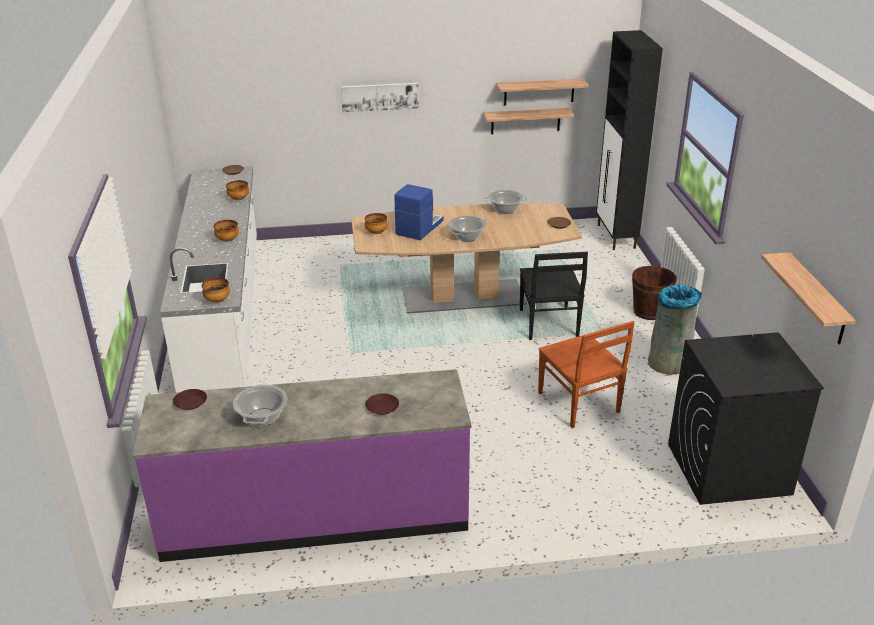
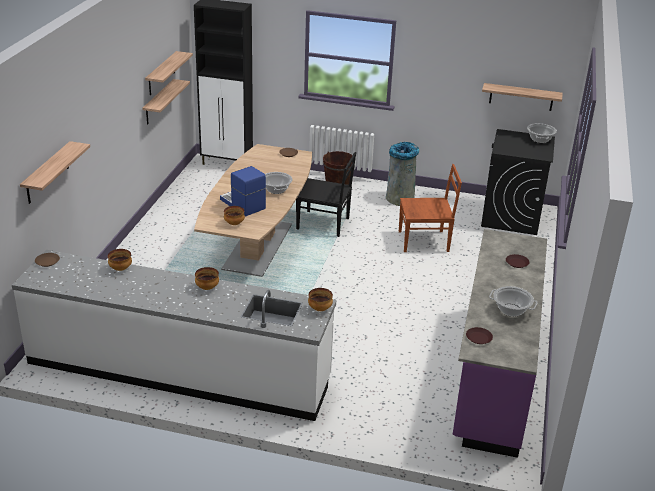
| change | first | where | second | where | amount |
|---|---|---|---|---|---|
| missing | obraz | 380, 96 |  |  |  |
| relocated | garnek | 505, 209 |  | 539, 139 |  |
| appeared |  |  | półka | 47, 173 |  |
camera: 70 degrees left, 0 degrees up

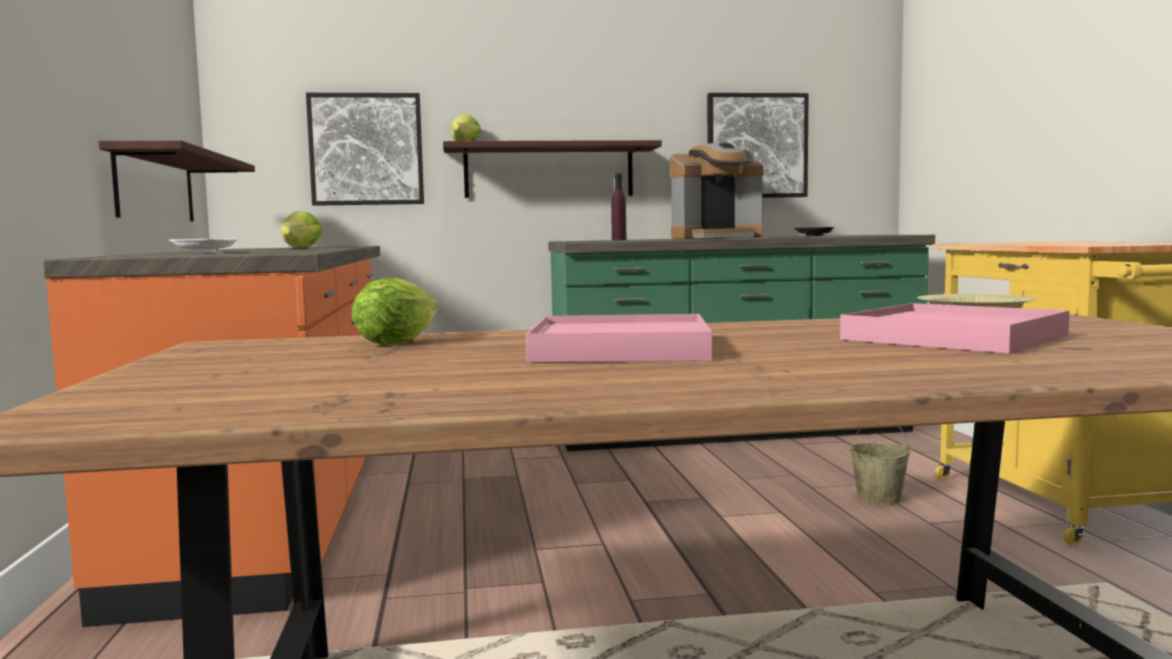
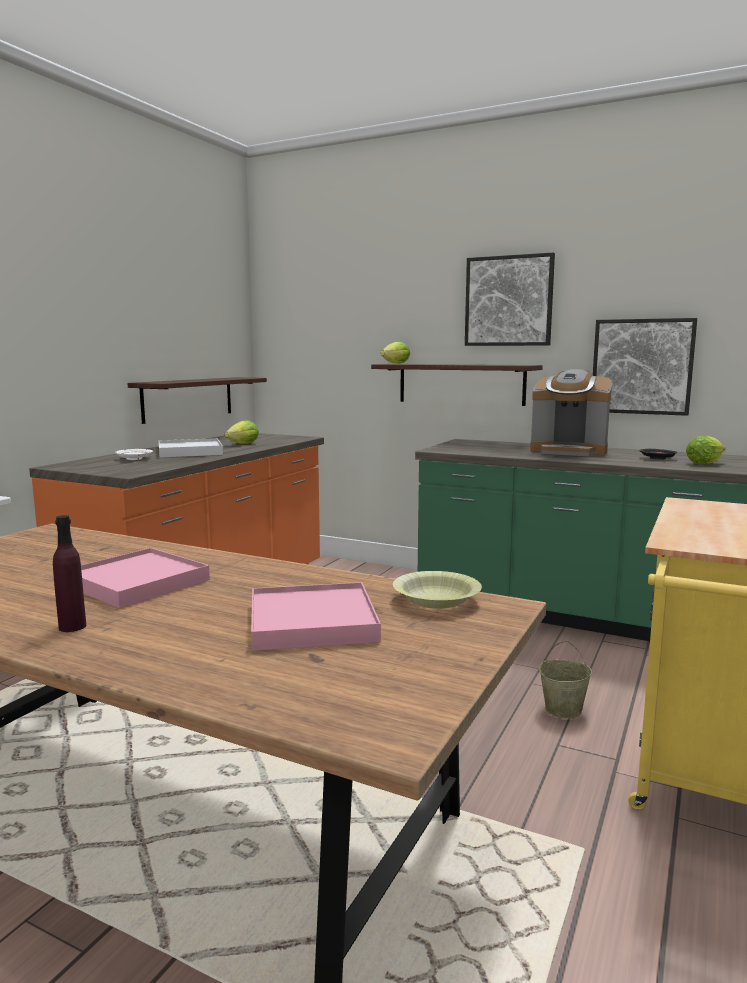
| change | first | where | second | where | amount |
|---|---|---|---|---|---|
| relocated | obraz | 366, 149 |  | 509, 301 |  |
| relocated | sałata | 401, 342 |  | 706, 463 |  |
| relocated | butelka (fioletowy) | 619, 240 |  | 72, 627 |  |
| appeared |  |  | taca (biały) | 190, 452 |  |
camera: 35 degrees right, 5 degrees up

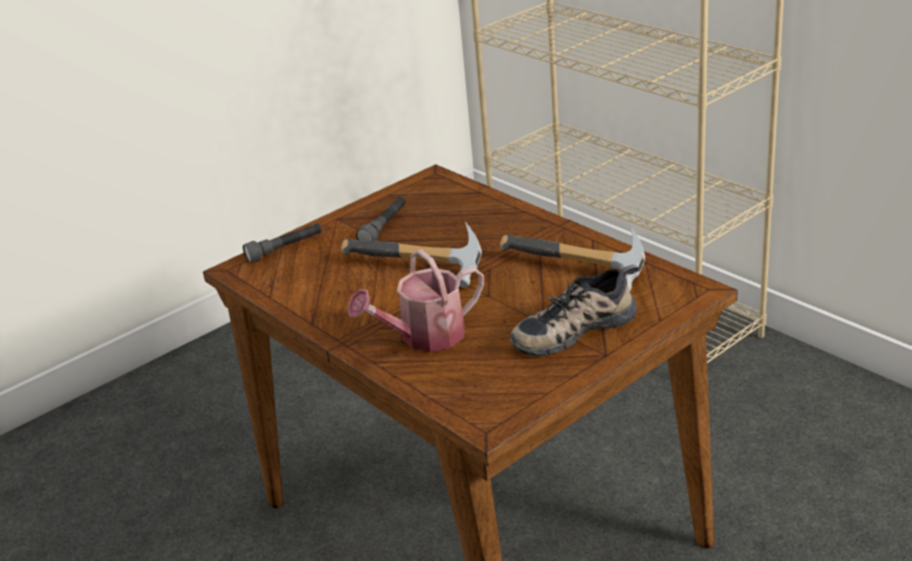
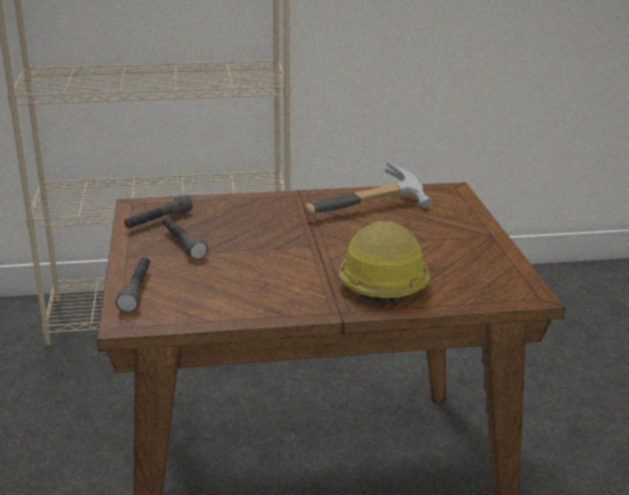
| change | first | where | second | where | amount |
|---|---|---|---|---|---|
| missing | młotek | 415, 269 |  |  |  |
| exchanged | konewka | 424, 337 | kask | 382, 280 |  |
| missing | but | 574, 328 |  |  |  |
| appeared |  |  | latarka (szary) | 158, 221 |  |
camera: 60 degrees left, 5 degrees down

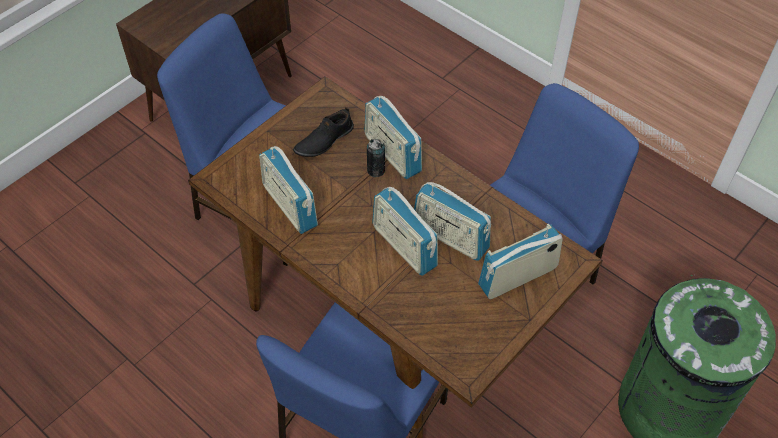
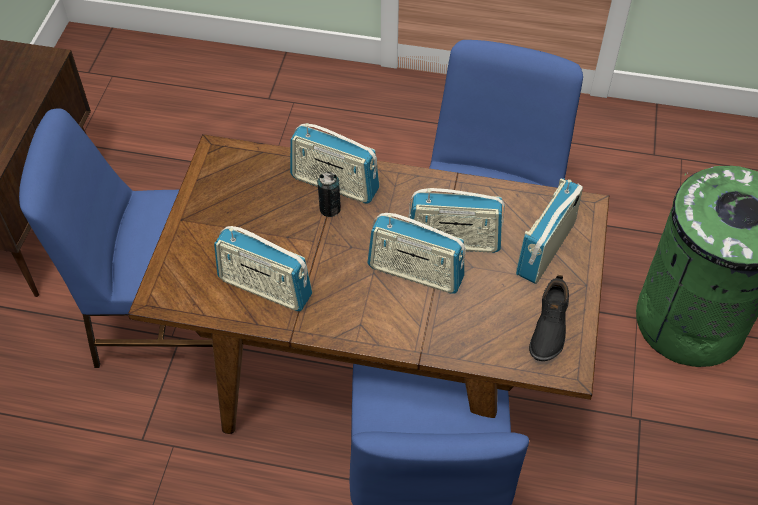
| change | first | where | second | where | amount |
|---|---|---|---|---|---|
| relocated | but (czarny) | 324, 140 |  | 548, 327 |  |
camera: 30 degrees left, 0 degrees up

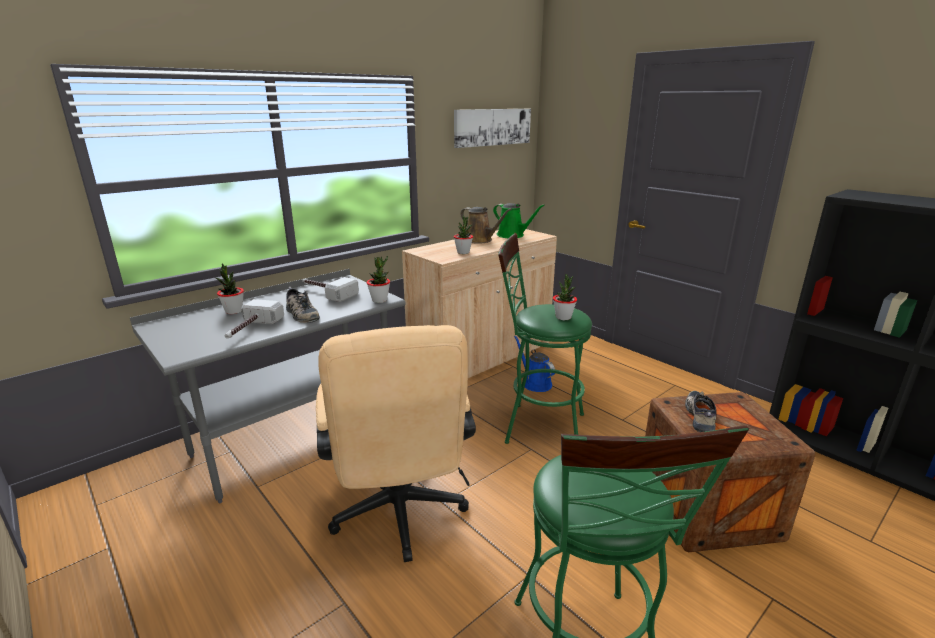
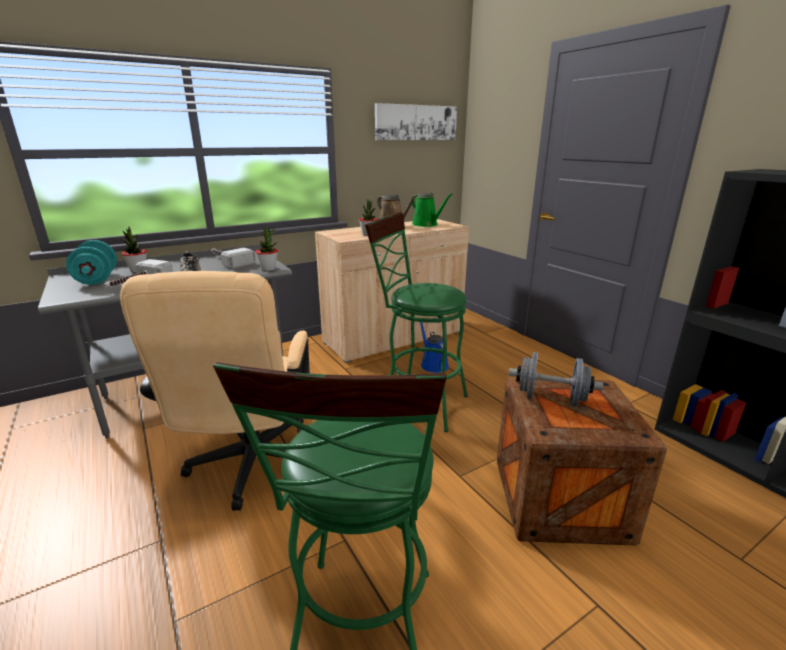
| change | first | where | second | where | amount |
|---|---|---|---|---|---|
| missing | roślina doniczkowa | 563, 317 |  |  |  |
| exchanged | but | 701, 416 | hantel (szary) | 550, 399 |  |
| appeared |  |  | hantel (turkusowy) | 97, 279 |  |
camera: 10 degrees right, 0 degrees up

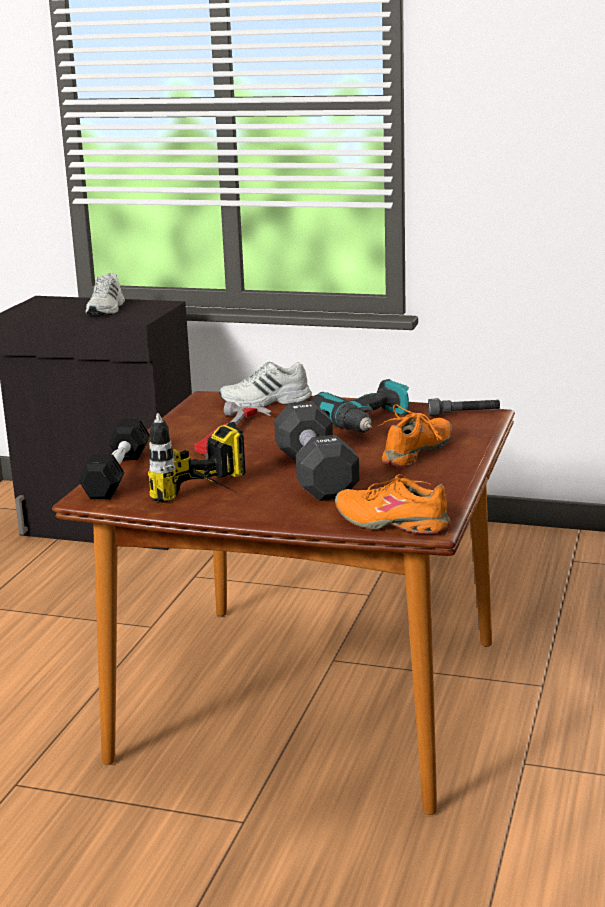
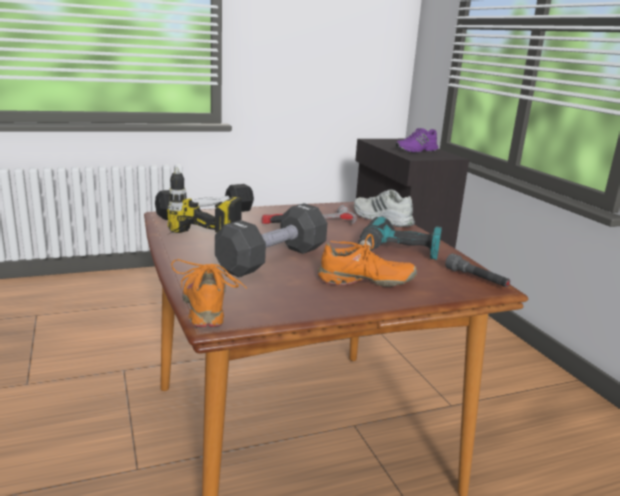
| change | first | where | second | where | amount |
|---|---|---|---|---|---|
| colour | but (biały) | 107, 309 | but (fioletowy) | 417, 150 |  |
camera: 50 degrees right, 0 degrees up

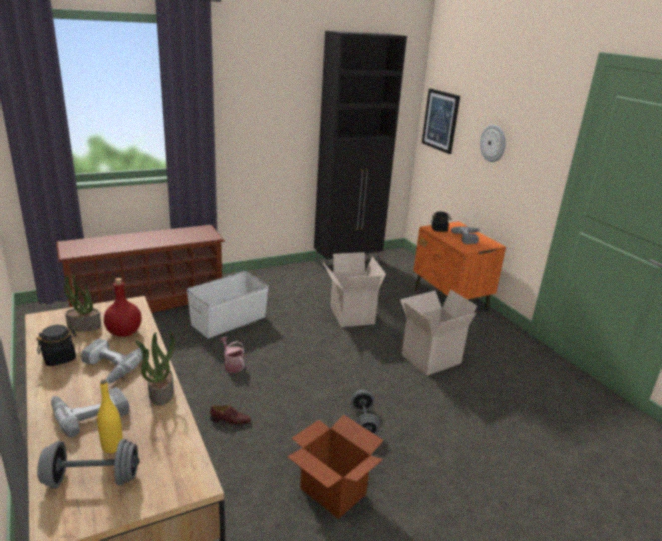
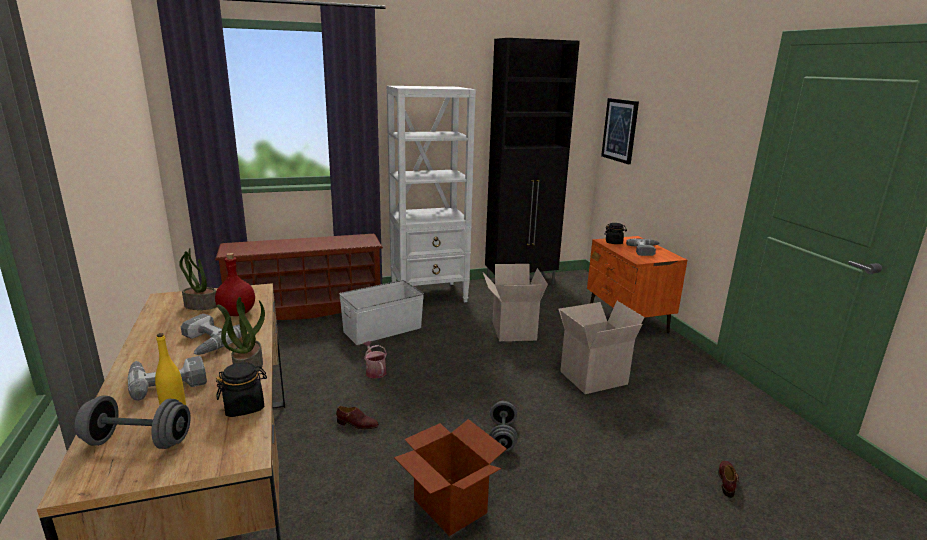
| change | first | where | second | where | amount |
|---|---|---|---|---|---|
| relocated | słoik (czarny) | 59, 358 |  | 244, 406 |  |
| missing | zegar ścienny | 493, 143 |  |  |  |
| appeared |  |  | regał (biały) | 429, 295 |  |
| appeared |  |  | but (brązowy) | 727, 481 |  |
camera: 10 degrees right, 5 degrees down

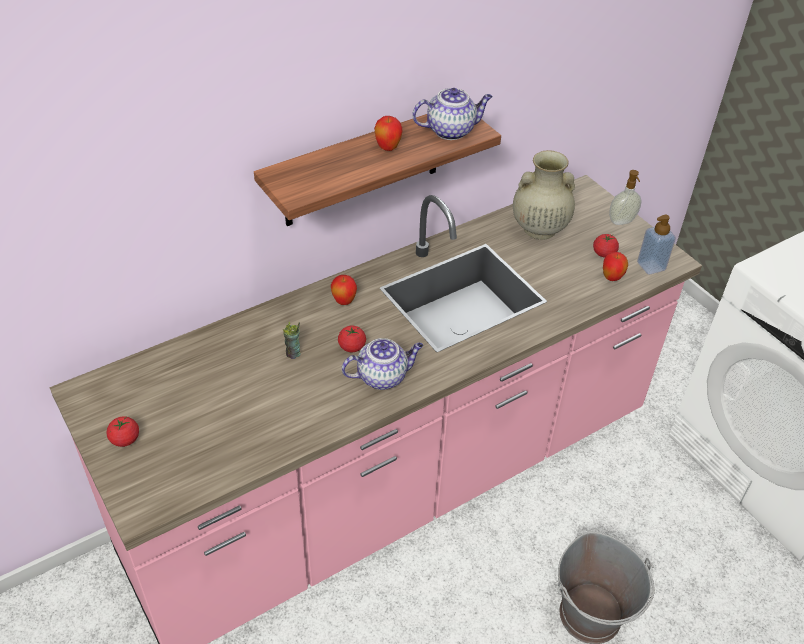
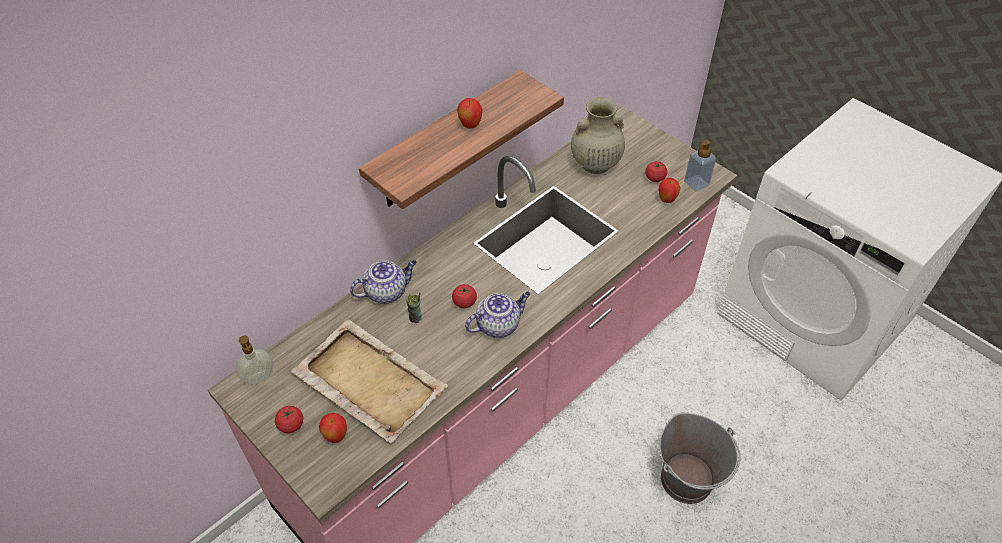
| change | first | where | second | where | amount |
|---|---|---|---|---|---|
| relocated | jabłko | 344, 301 |  | 336, 436 |  |
| relocated | imbryk | 451, 130 |  | 387, 292 |  |
| relocated | dozownik mydła | 622, 222 |  | 259, 378 |  |
| appeared |  |  | taca (beżowy) | 368, 381 |  |
camera: 10 degrees left, 5 degrees up

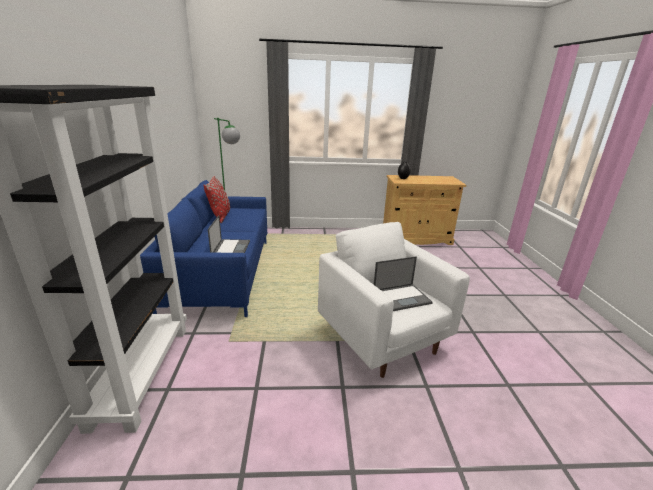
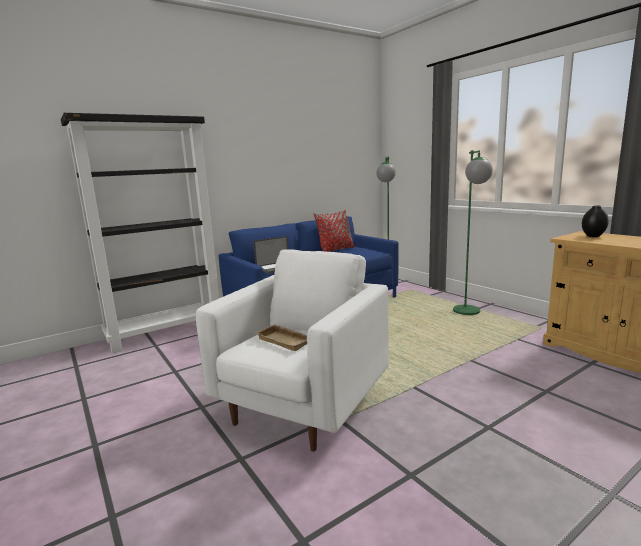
| change | first | where | second | where | amount |
|---|---|---|---|---|---|
| exchanged | laptop | 402, 297 | taca (beżowy) | 286, 340 |  |
| appeared |  |  | lampa stojąca (zielony) | 468, 314 |  |
camera: 60 degrees right, 10 degrees down

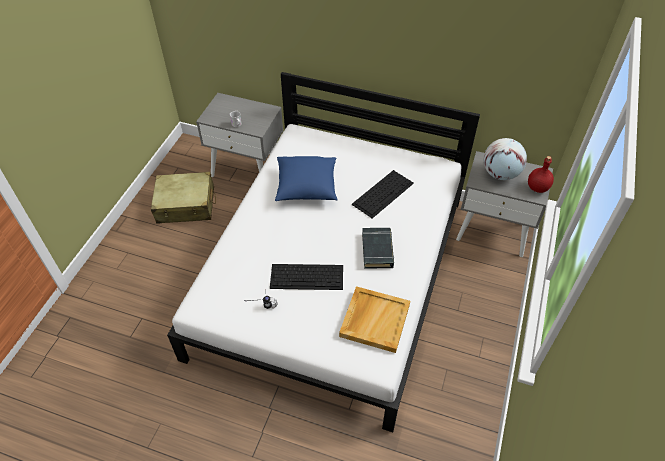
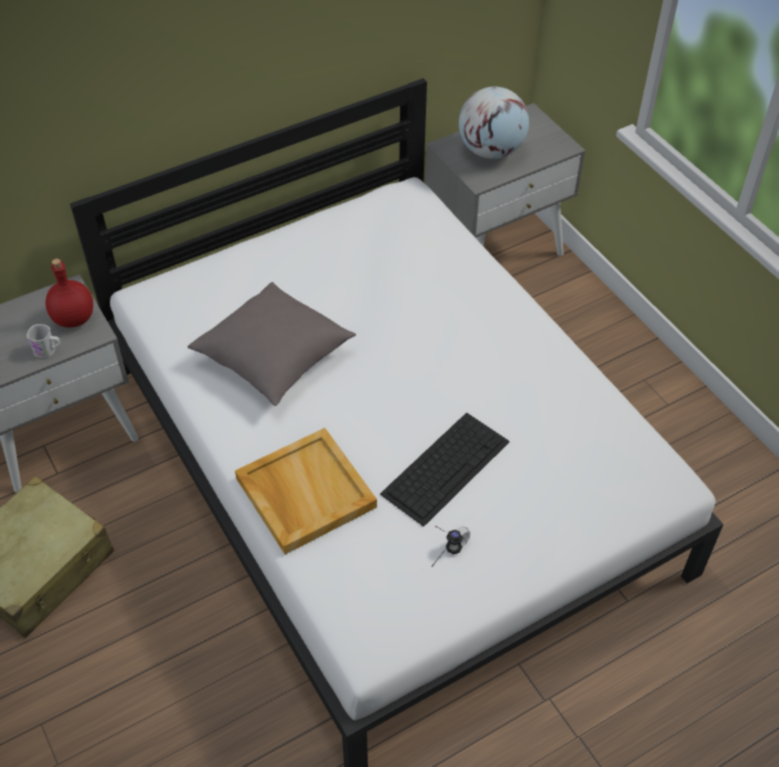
| change | first | where | second | where | amount |
|---|---|---|---|---|---|
| colour | poduszka (niebieski) | 306, 187 | poduszka (szary) | 274, 358 |  |
| relocated | taca (beżowy) | 374, 320 |  | 304, 492 |  |
| missing | klawiatura | 383, 193 |  |  |  |
| missing | książka (czarny) | 377, 250 |  |  |  |
| relocated | butelka (czerwony) | 537, 187 |  | 73, 318 |  |
camera: 50 degrees left, 0 degrees up

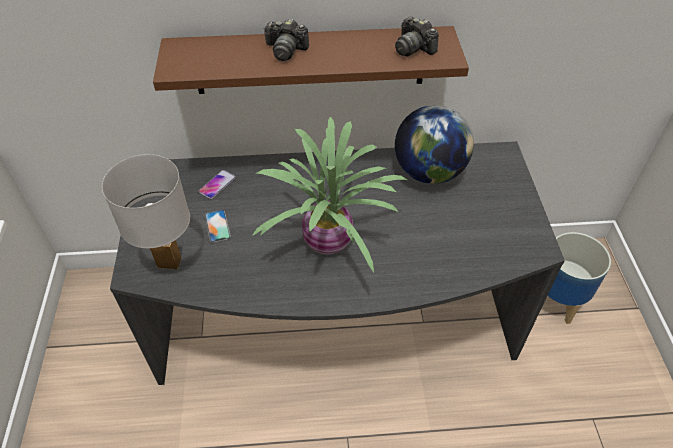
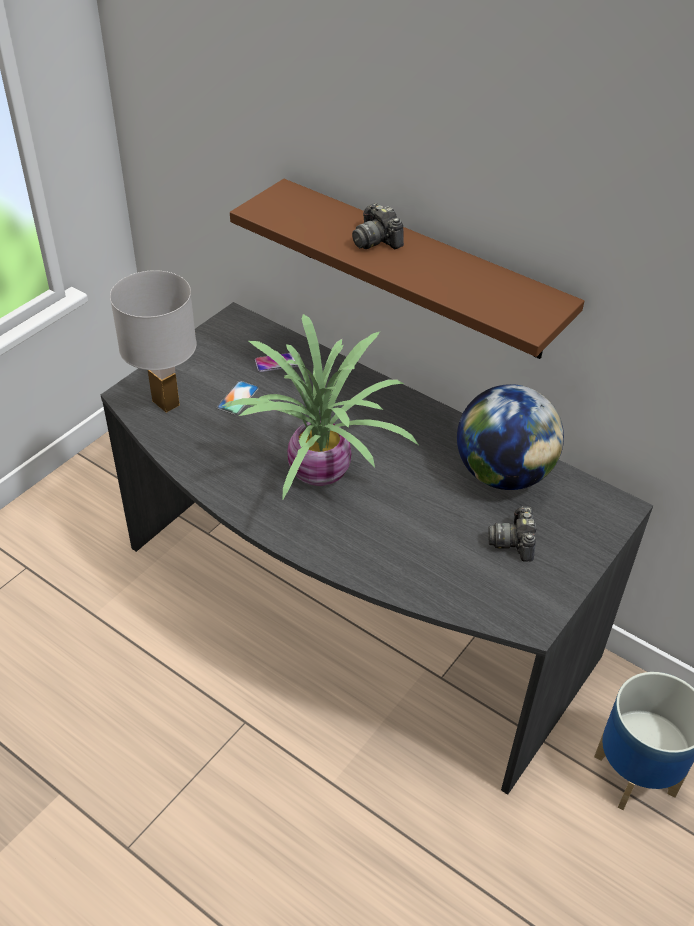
| change | first | where | second | where | amount |
|---|---|---|---|---|---|
| relocated | aparat fotograficzny | 413, 48 |  | 514, 542 |  |
camera: 40 degrees right, 5 degrees down

